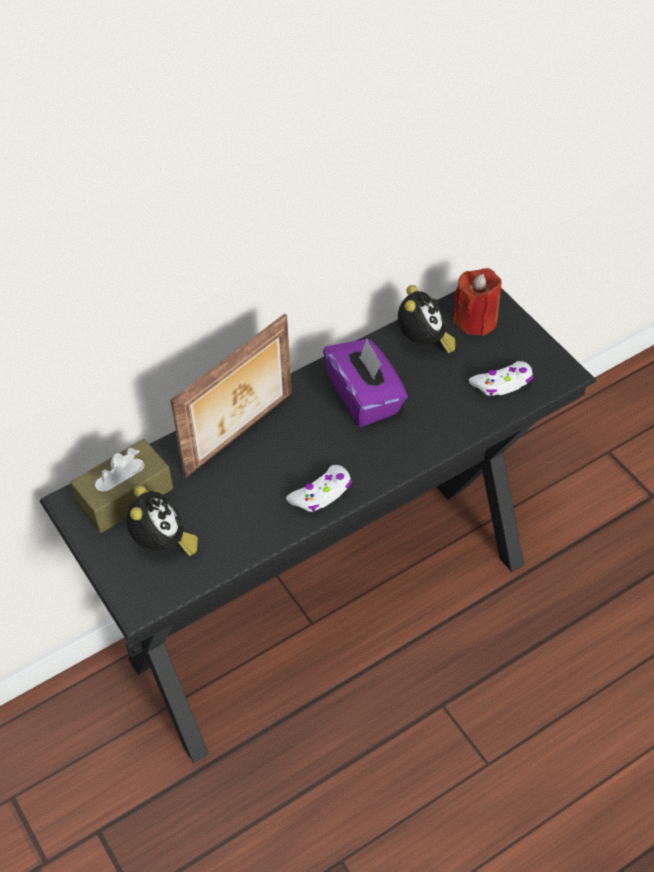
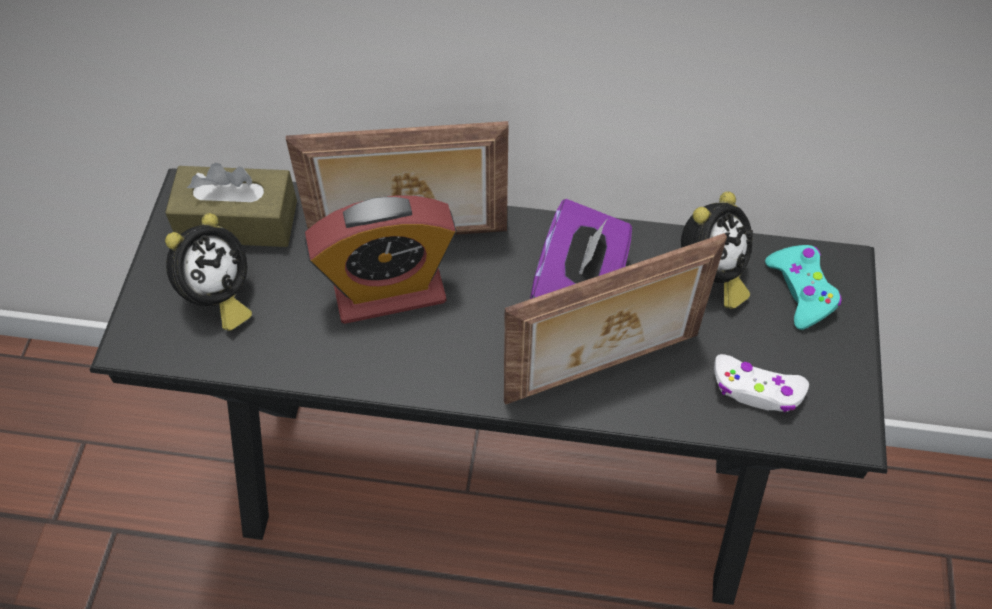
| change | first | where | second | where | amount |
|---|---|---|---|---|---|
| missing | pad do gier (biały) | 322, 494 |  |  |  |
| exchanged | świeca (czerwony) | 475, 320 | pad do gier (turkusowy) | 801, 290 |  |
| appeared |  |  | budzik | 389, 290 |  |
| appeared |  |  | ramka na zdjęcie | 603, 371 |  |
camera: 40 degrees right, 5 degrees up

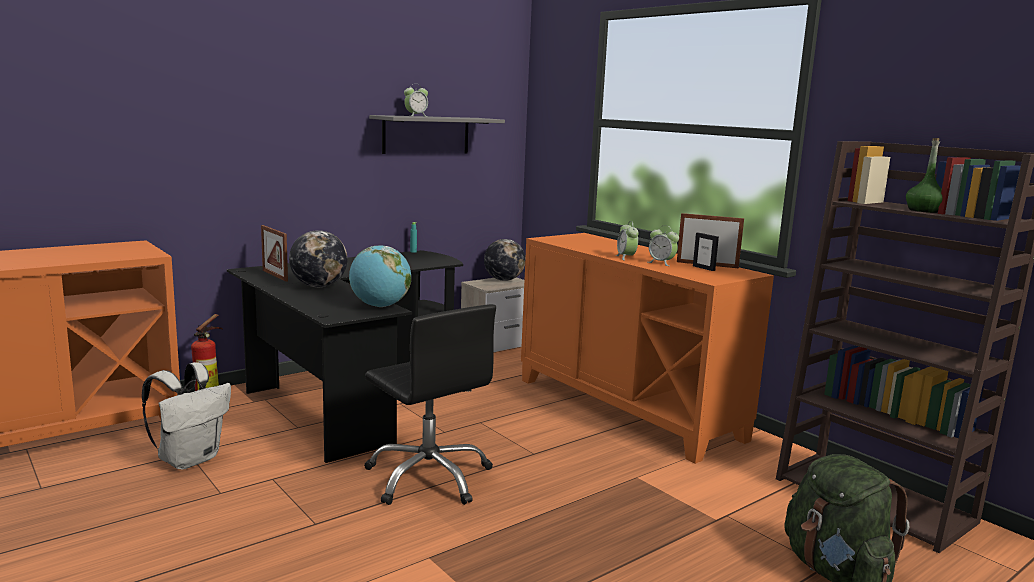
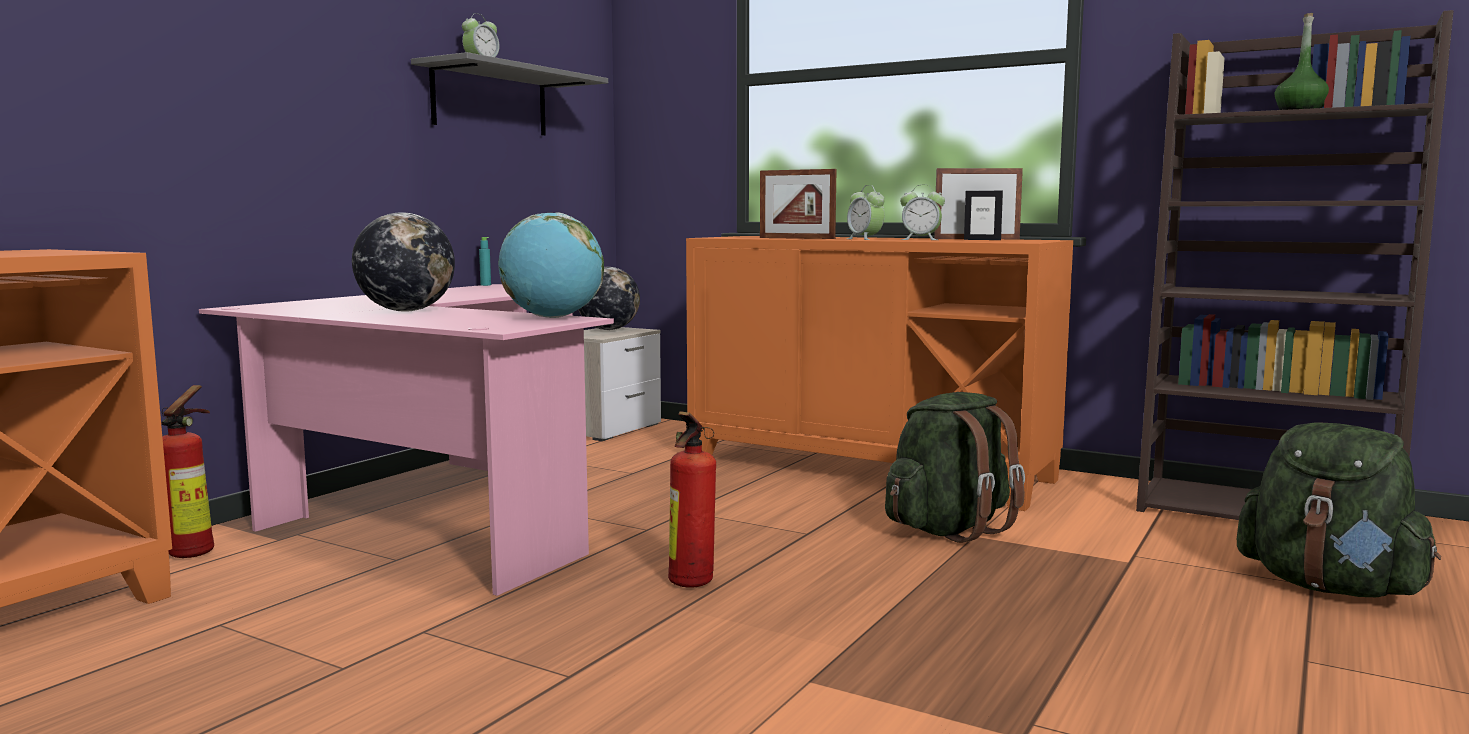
| change | first | where | second | where | amount |
|---|---|---|---|---|---|
| missing | plecak (biały) | 190, 459 |  |  |  |
| colour | biurko (czarny) | 348, 393 | biurko (różowy) | 439, 508 |  |
| relocated | ramka na zdjęcie | 275, 275 |  | 796, 238 |  |
| exchanged | krzesło biurowe (czarny) | 429, 477 | gaśnica | 688, 584 |  |
| appeared |  |  | plecak (zielony) | 950, 529 |  |
camera: 20 degrees left, 5 degrees down

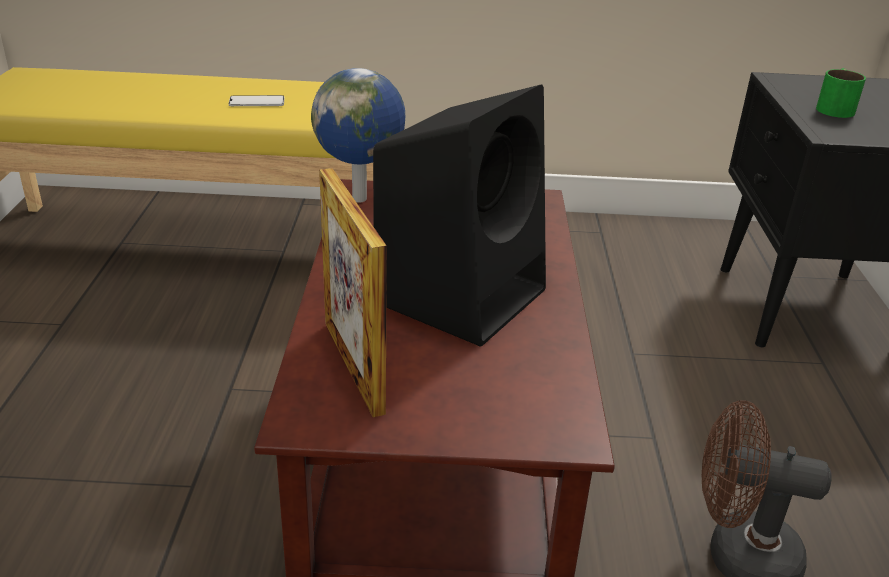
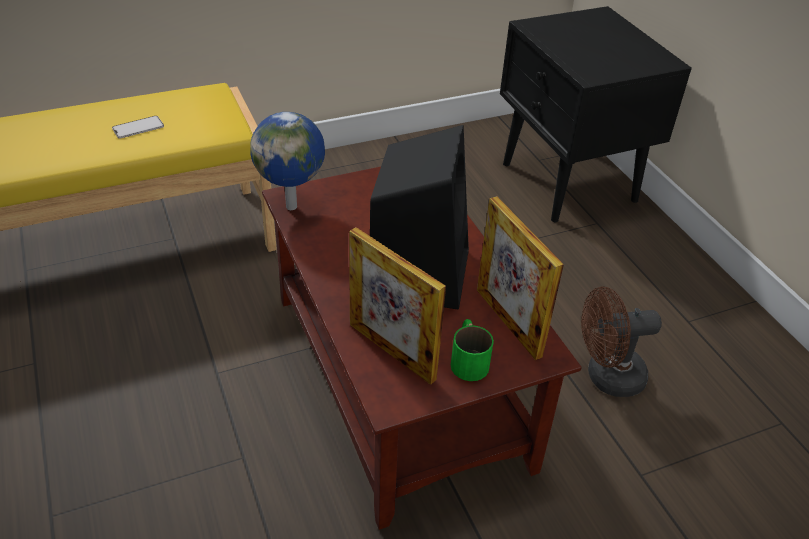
| change | first | where | second | where | amount |
|---|---|---|---|---|---|
| relocated | kubek (zielony) | 834, 107 |  | 468, 358 |  |
| appeared |  |  | ramka na zdjęcie | 508, 322 |  |
camera: 25 degrees left, 10 degrees up

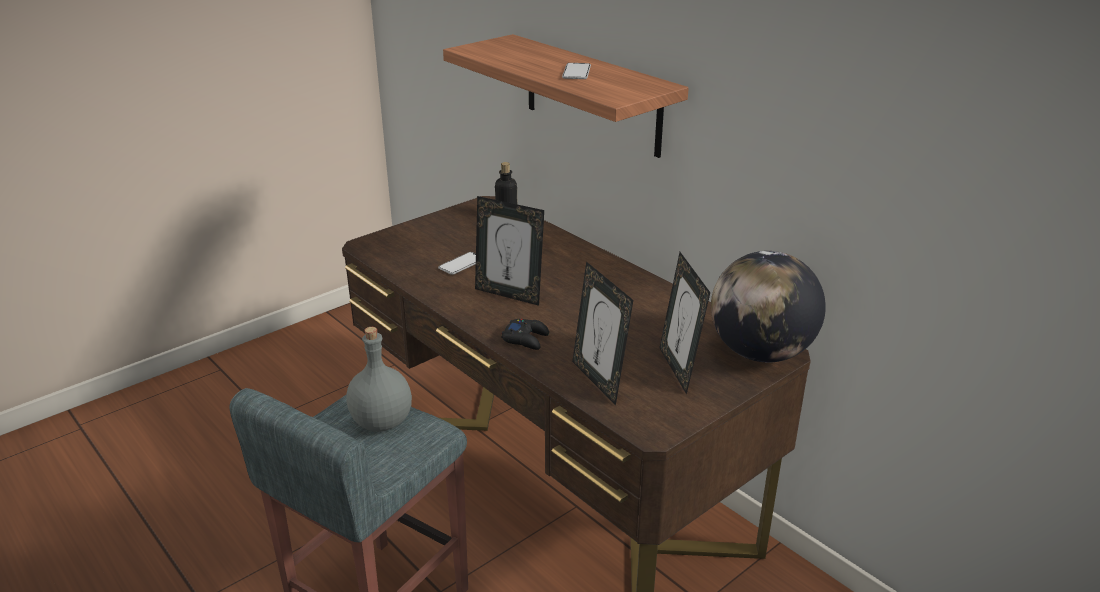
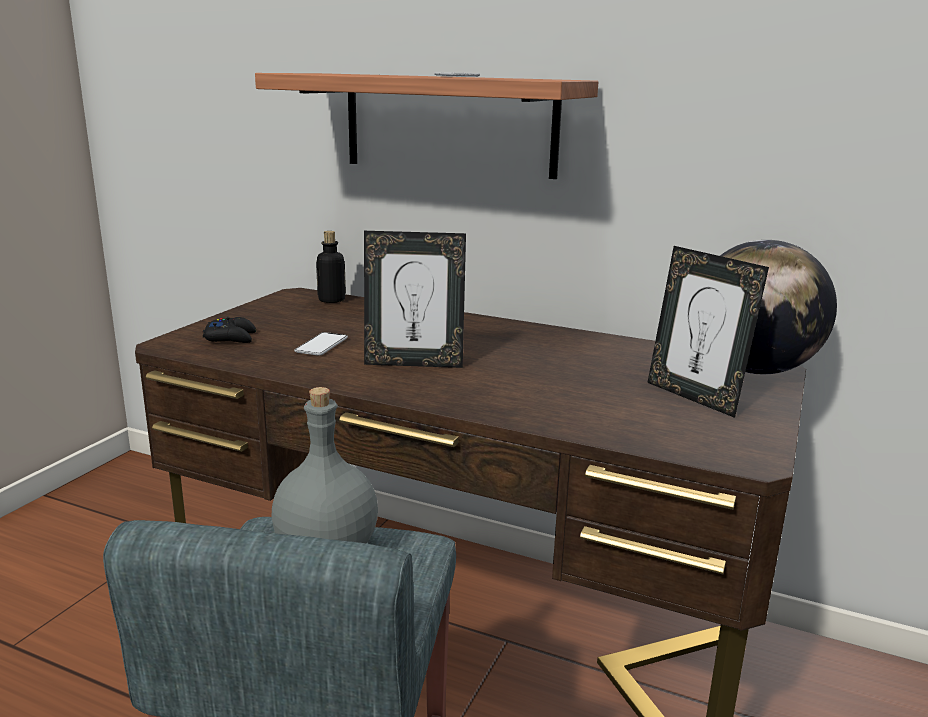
| change | first | where | second | where | amount |
|---|---|---|---|---|---|
| relocated | pad do gier (czarny) | 526, 339 |  | 231, 337 |  |
| missing | ramka na zdjęcie | 599, 380 |  |  |  |
camera: 25 degrees left, 10 degrees down

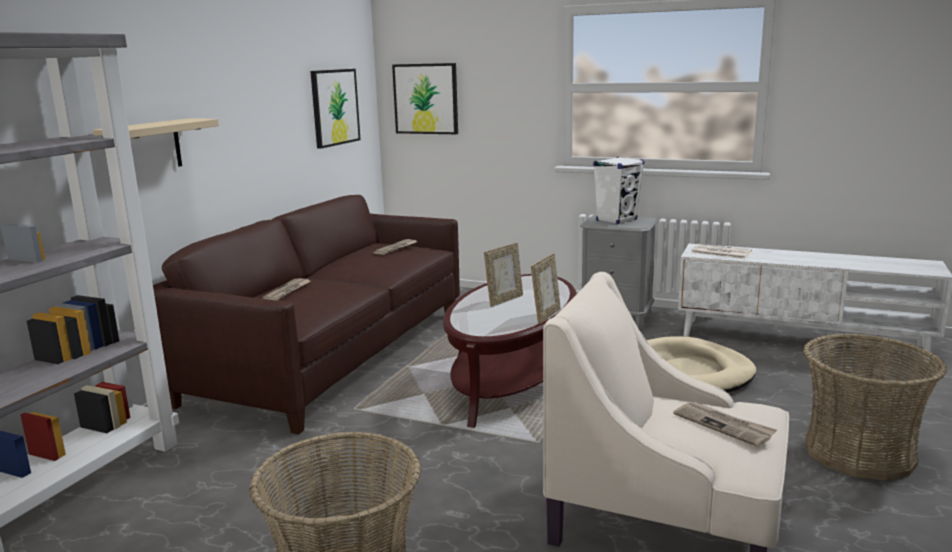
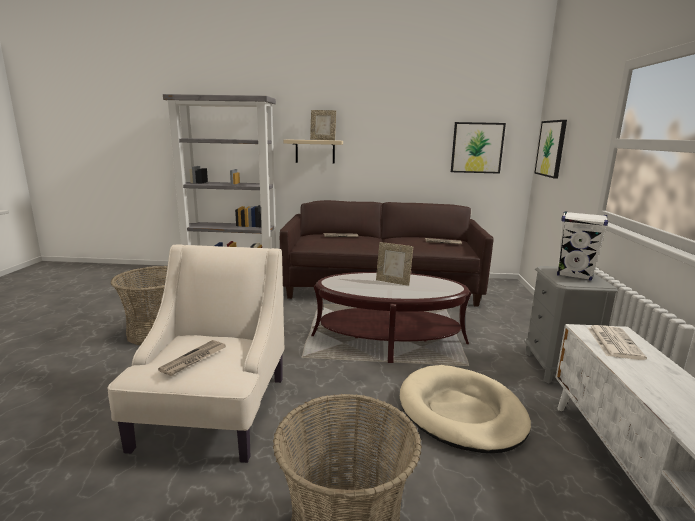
| change | first | where | second | where | amount |
|---|---|---|---|---|---|
| relocated | ramka na zdjęcie | 546, 315 |  | 323, 140 |  |
camera: 70 degrees right, 0 degrees up

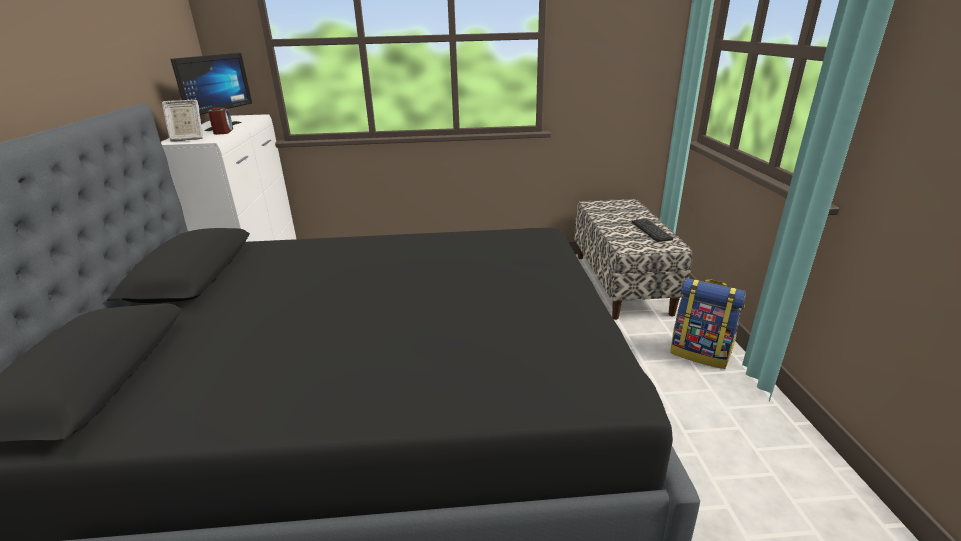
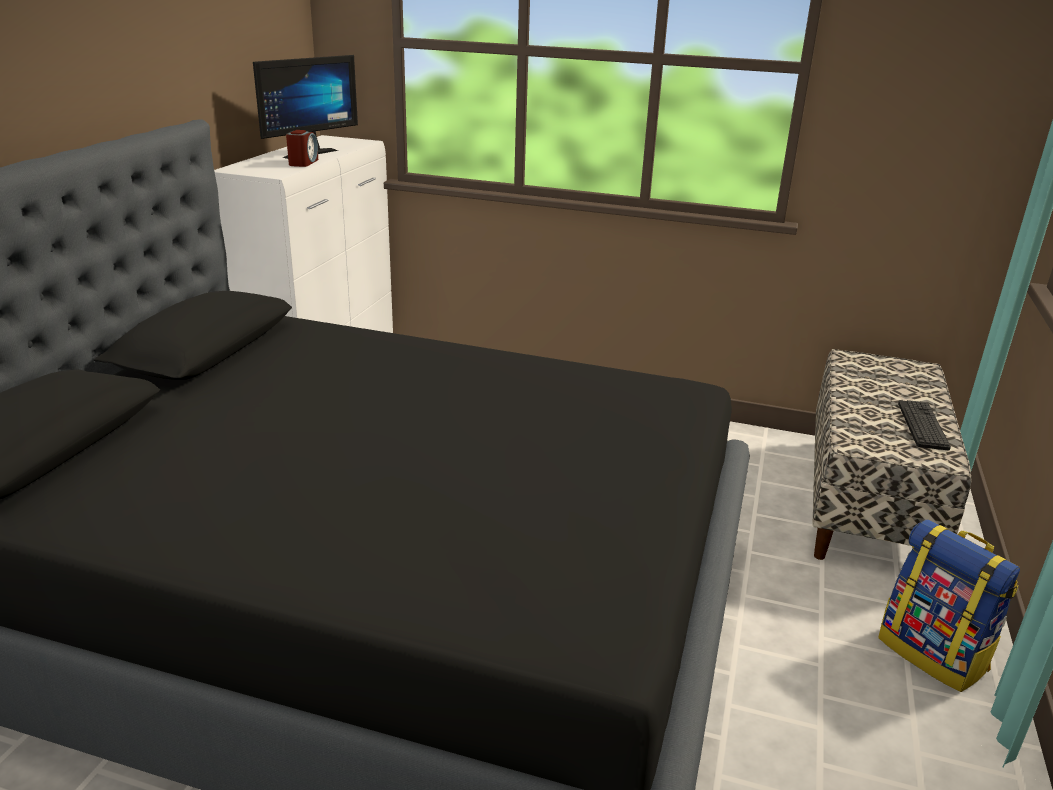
| change | first | where | second | where | amount |
|---|---|---|---|---|---|
| missing | ramka na zdjęcie | 187, 139 |  |  |  |
camera: 20 degrees right, 0 degrees up

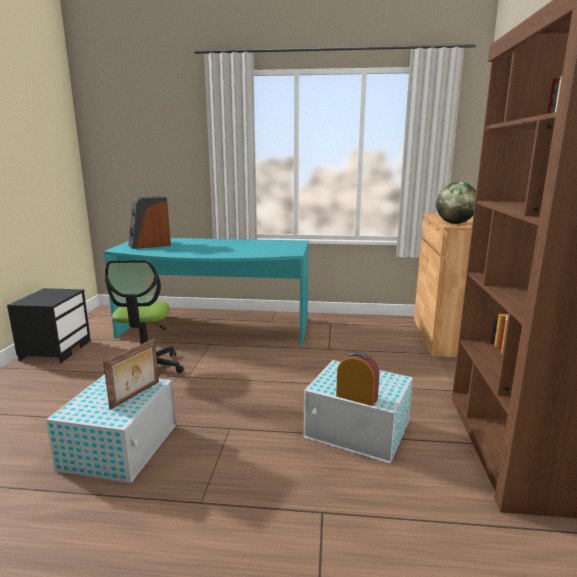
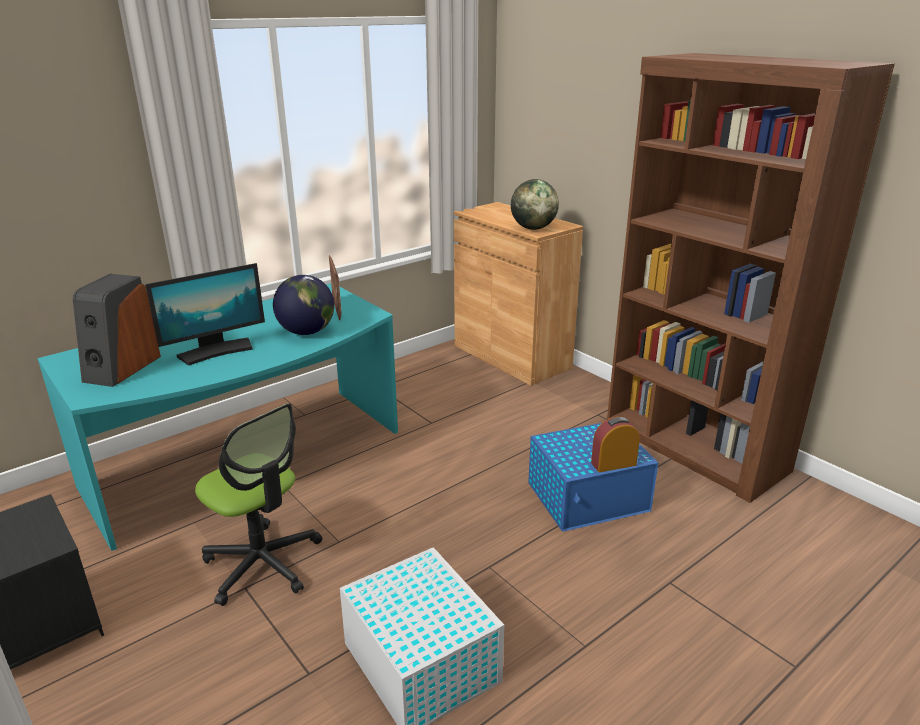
| change | first | where | second | where | amount |
|---|---|---|---|---|---|
| relocated | ramka na zdjęcie | 136, 395 |  | 337, 309 |  |
| colour | pojemnik do przechowywania (biały) | 358, 430 | pojemnik do przechowywania (niebieski) | 589, 497 |  |
| appeared |  |  | monitor | 216, 351 |  |
| appeared |  |  | globus | 307, 332 |  |
camera: 45 degrees left, 10 degrees up

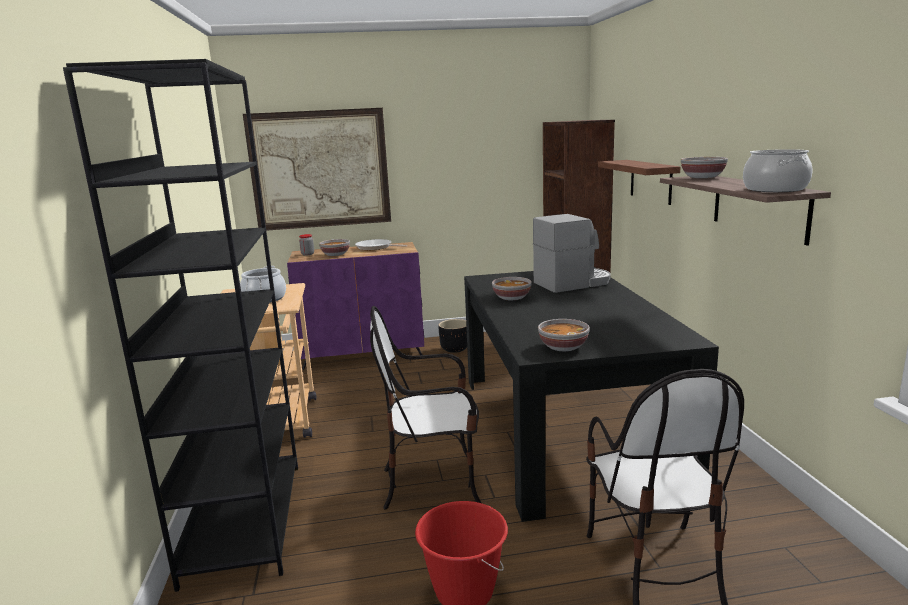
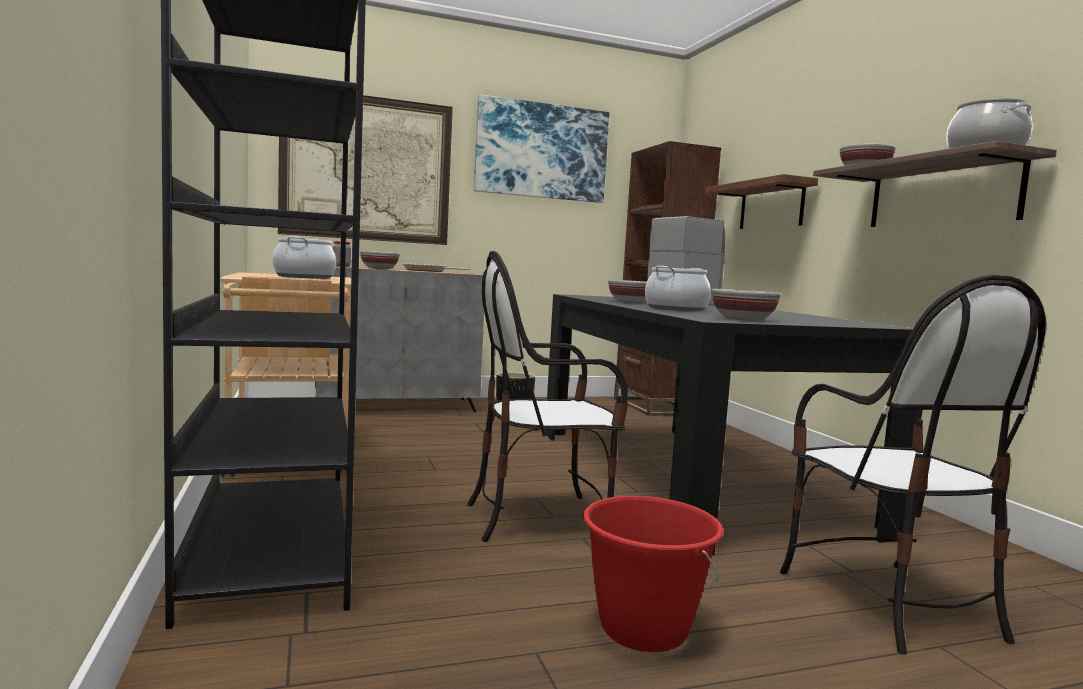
| change | first | where | second | where | amount |
|---|---|---|---|---|---|
| colour | szafka (fioletowy) | 363, 354 | szafka (szary) | 397, 406 |  |
| appeared |  |  | obraz | 541, 151 |  |
| appeared |  |  | garnek | 676, 309 |  |
camera: 10 degrees left, 10 degrees down

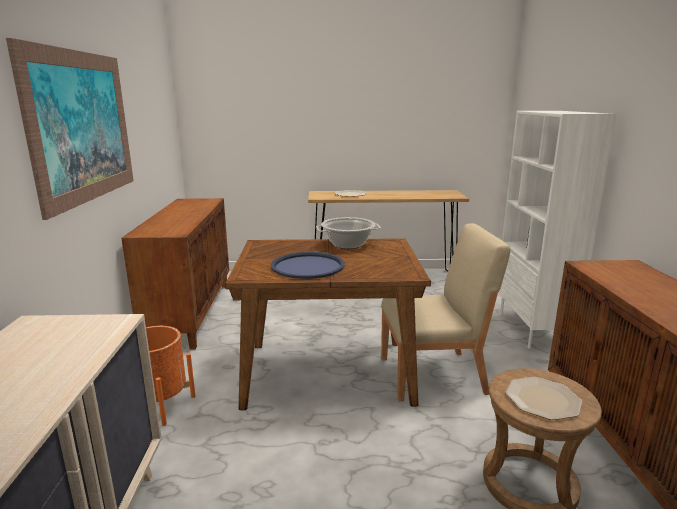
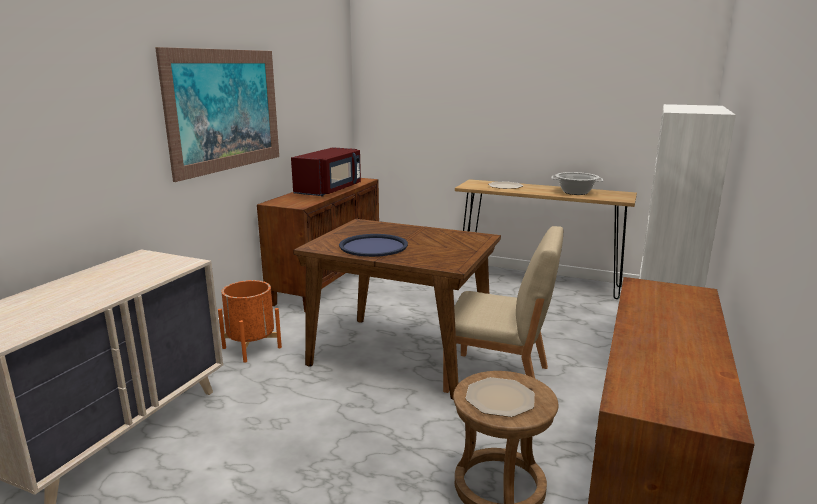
| change | first | where | second | where | amount |
|---|---|---|---|---|---|
| relocated | garnek | 348, 244 |  | 575, 192 |  |
| appeared |  |  | mikrofalówka (czerwony) | 330, 190 |  |
camera: 25 degrees right, 0 degrees up

